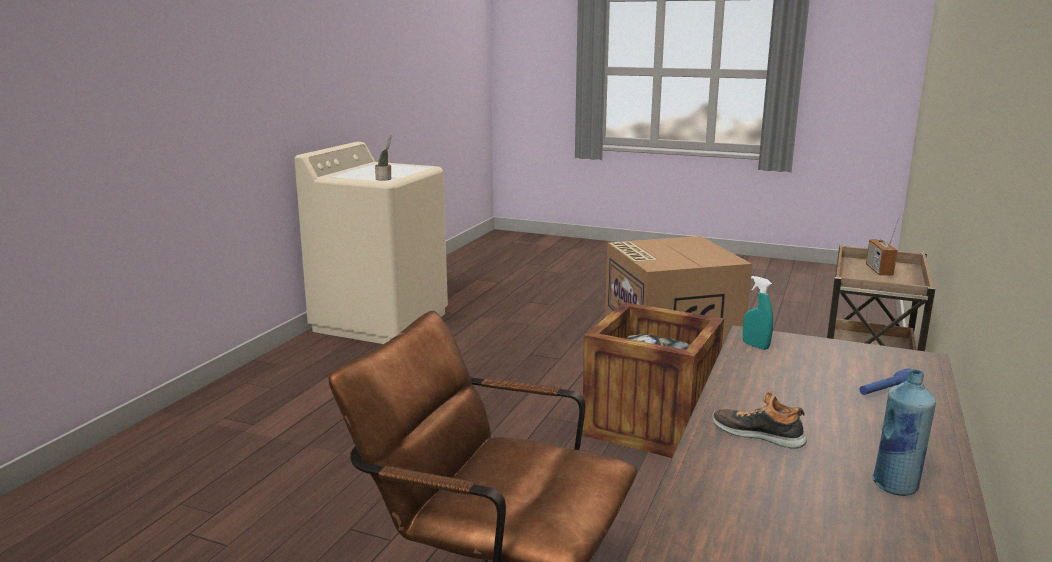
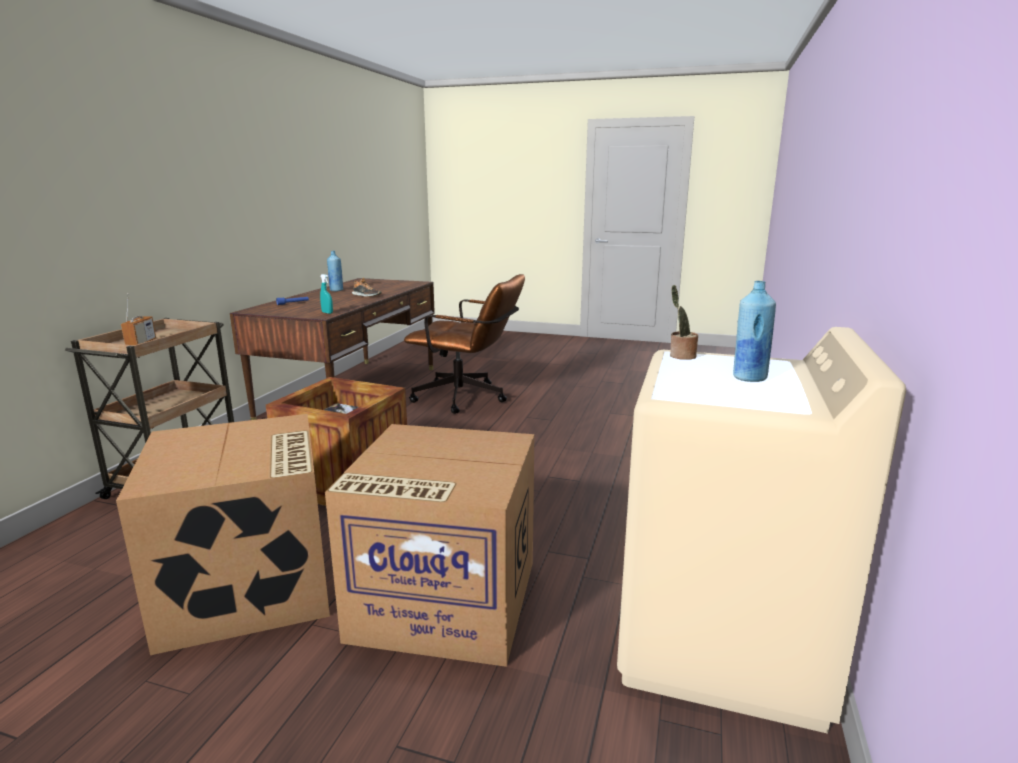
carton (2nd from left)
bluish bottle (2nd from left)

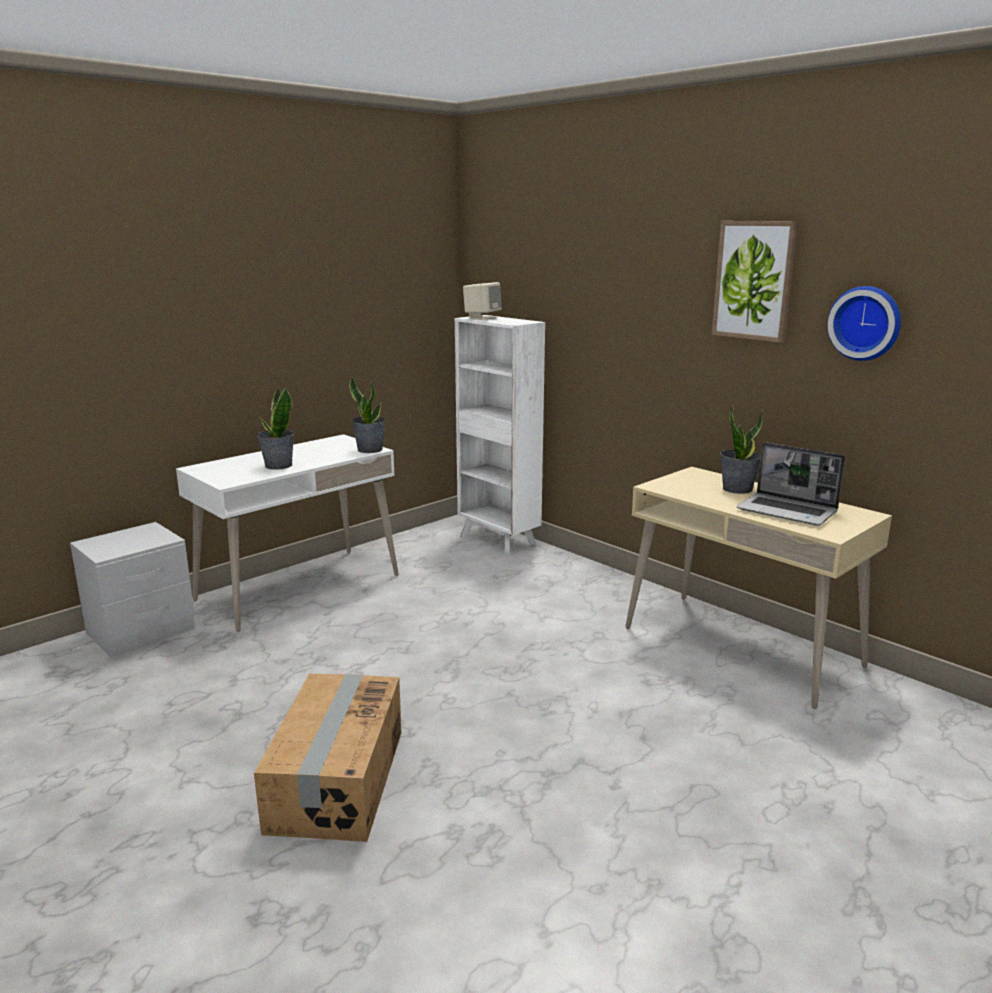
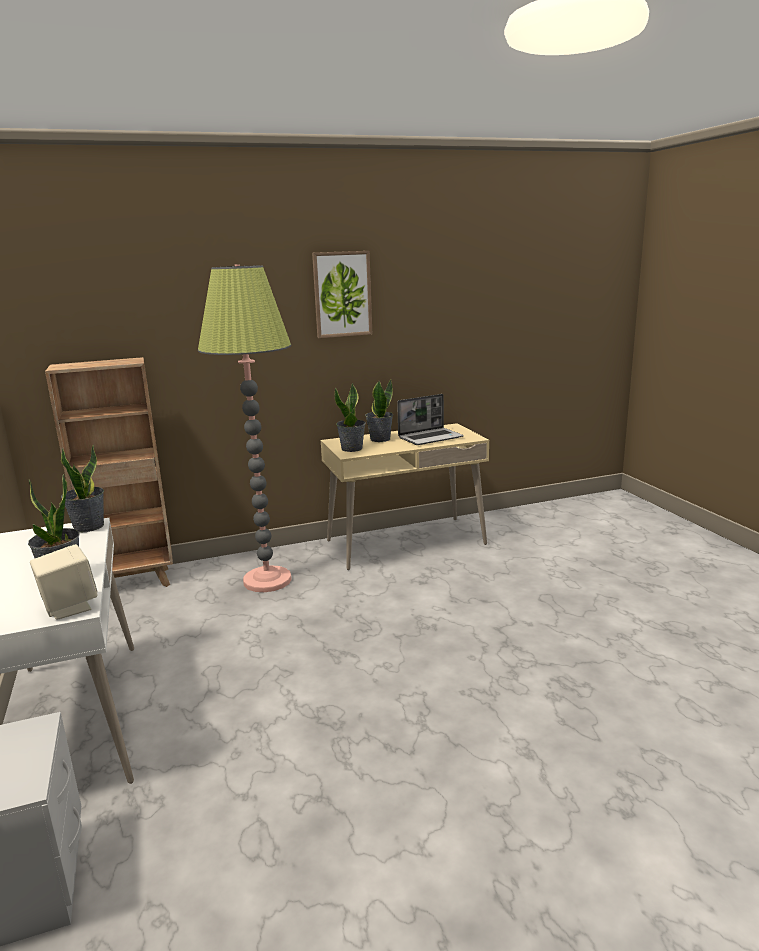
carton
hanging clock
floor lamp
plant in a pot (3rd from left)
sand-coloured audio speaker
brown bookshelf

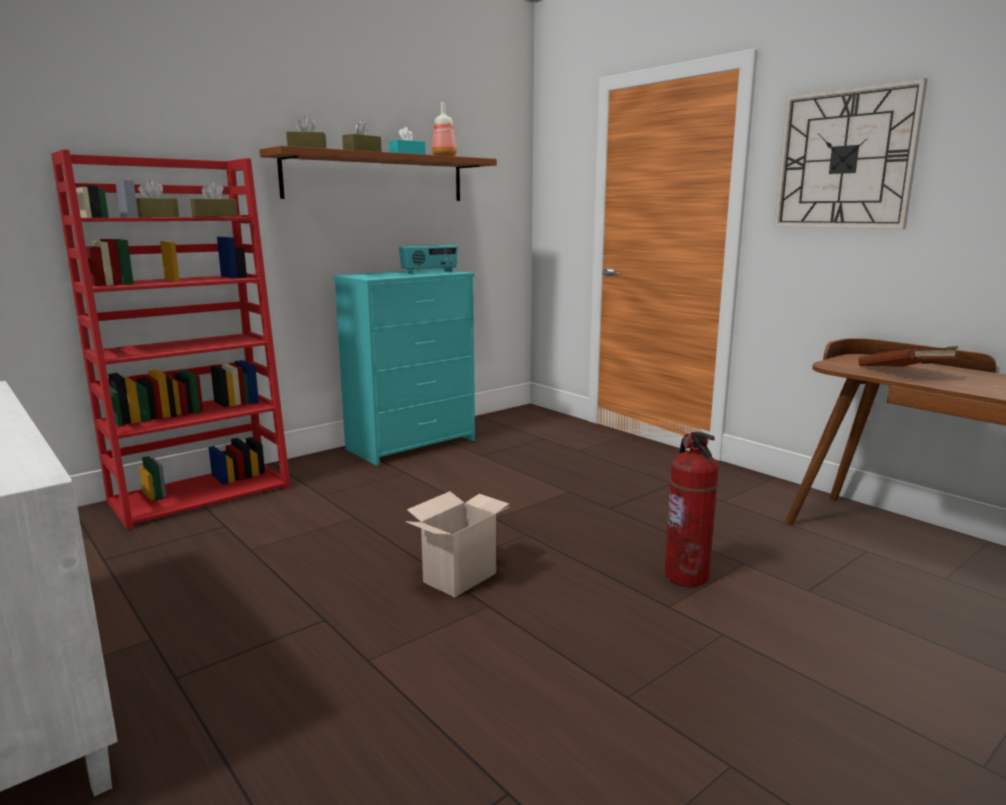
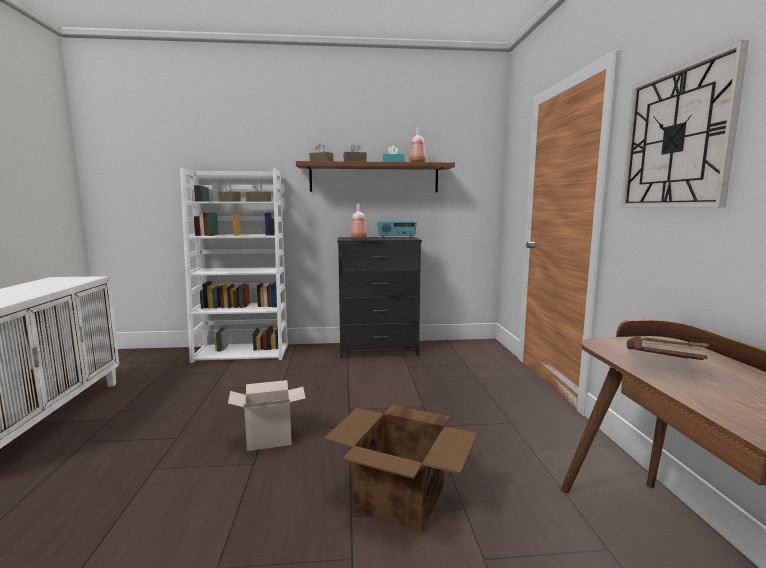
bottle (1st from left)
carton (2nd from left)
white-coloured bookshelf
black-coloured dresser

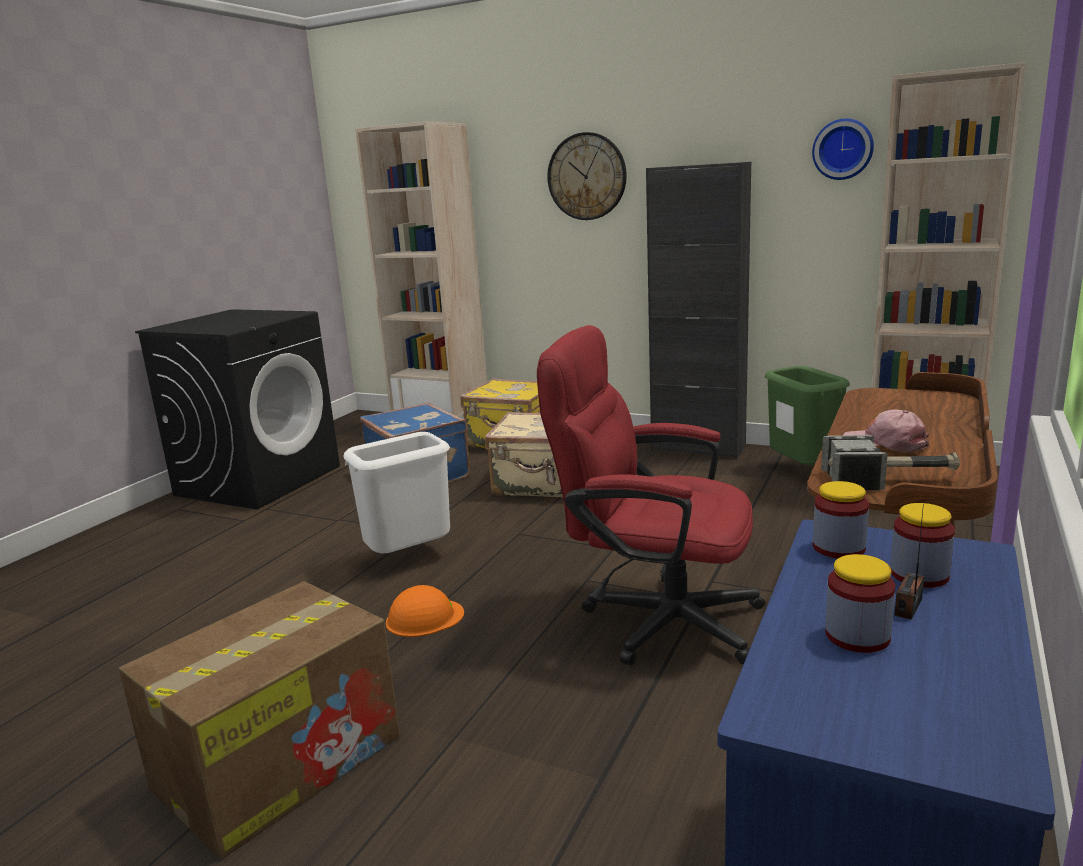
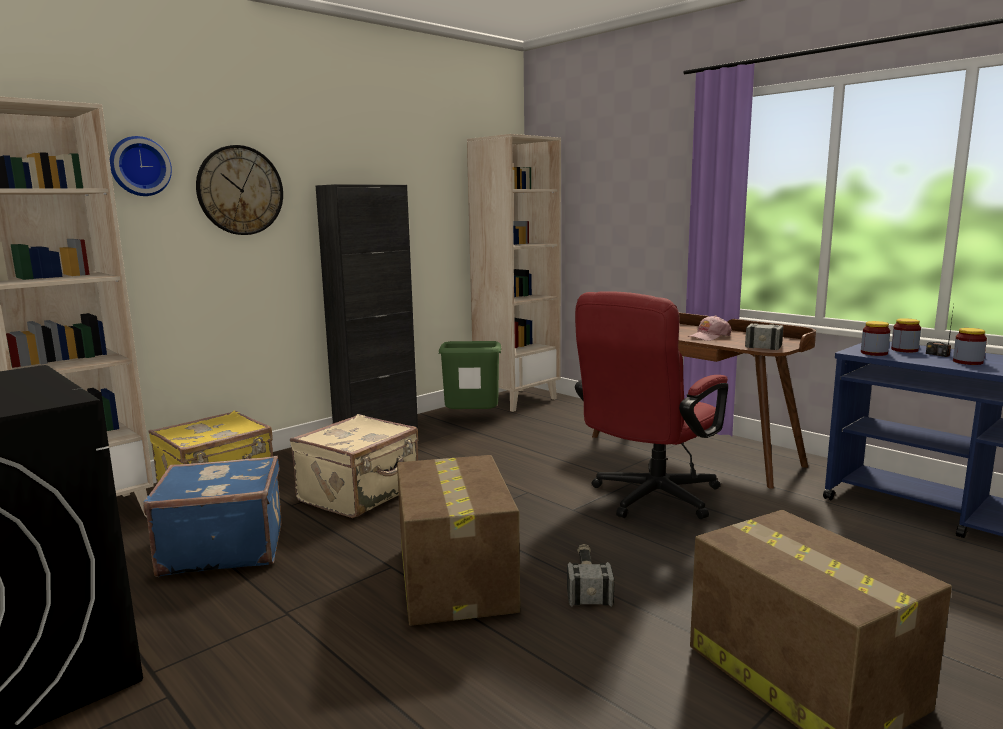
hanging clock (1st from left)
carton (1st from left)
hand hammer (1st from left)

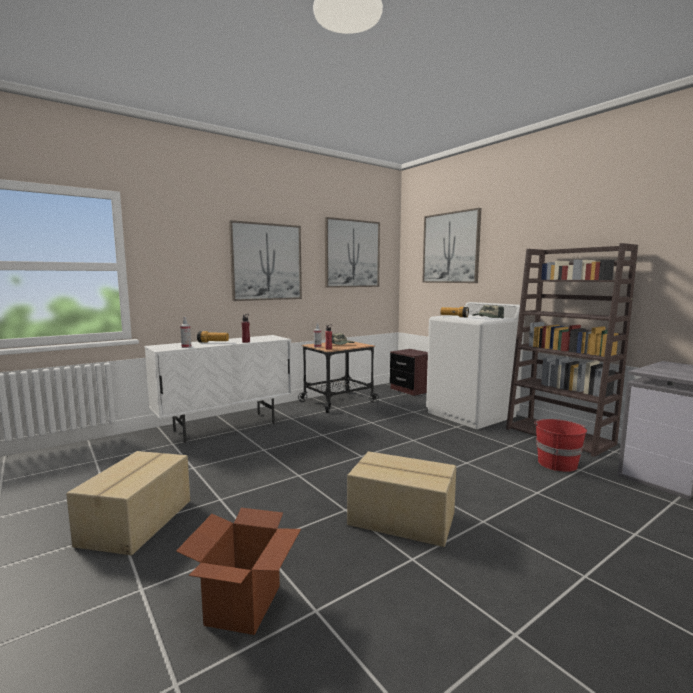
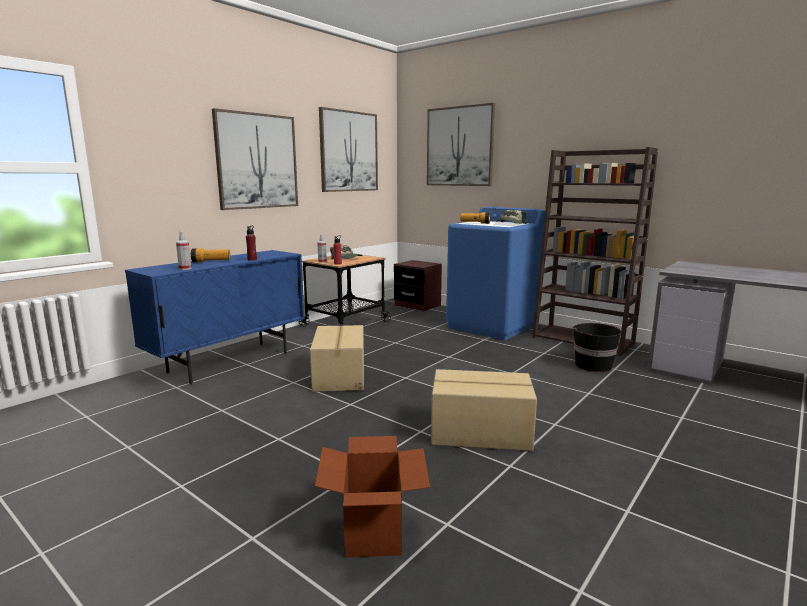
carton (1st from left)
bluish cabinet
bluish laundry appliance
black-coloured pail

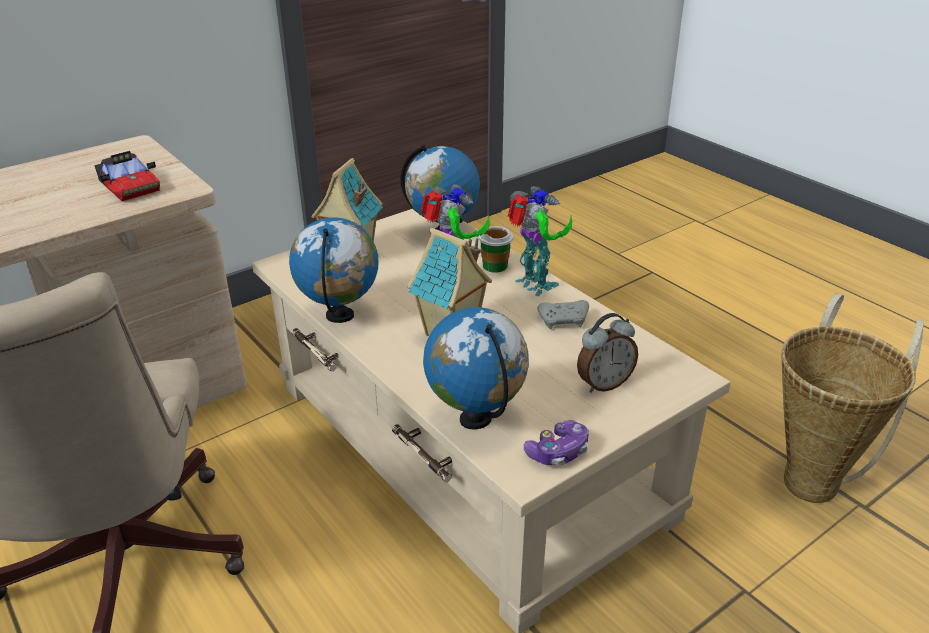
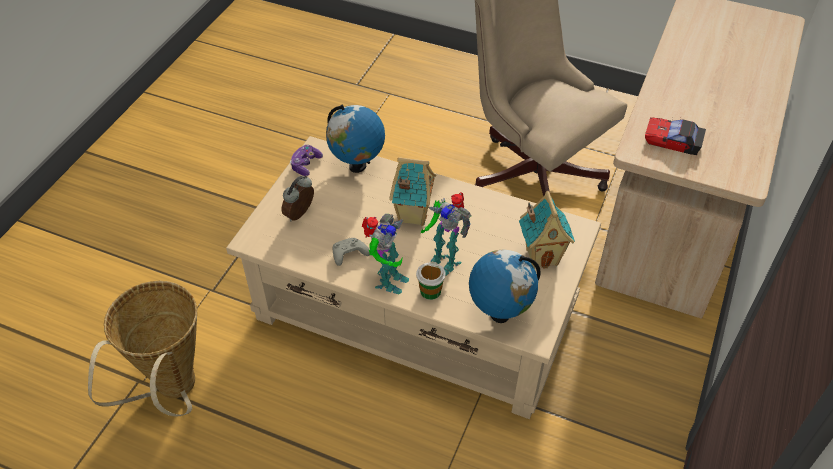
desk globe (1st from left in the first image)
robot figure (1st from left)

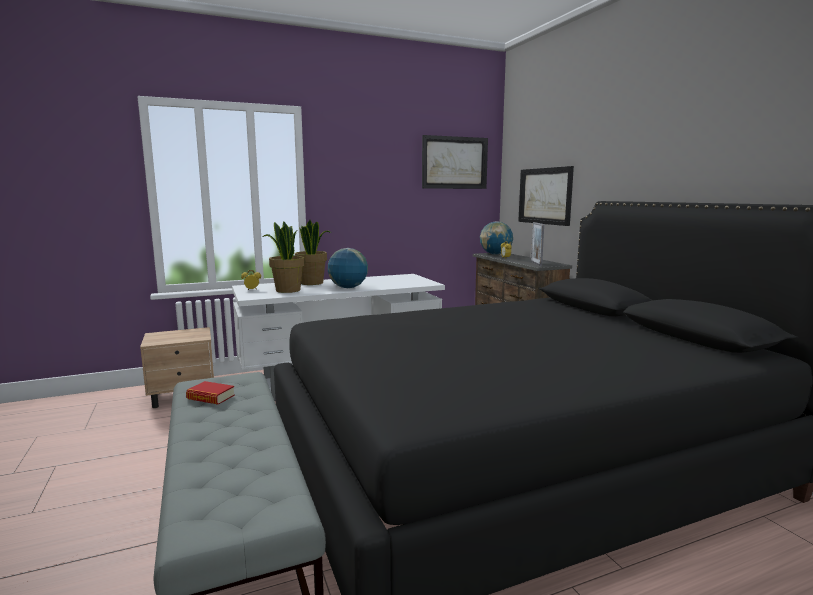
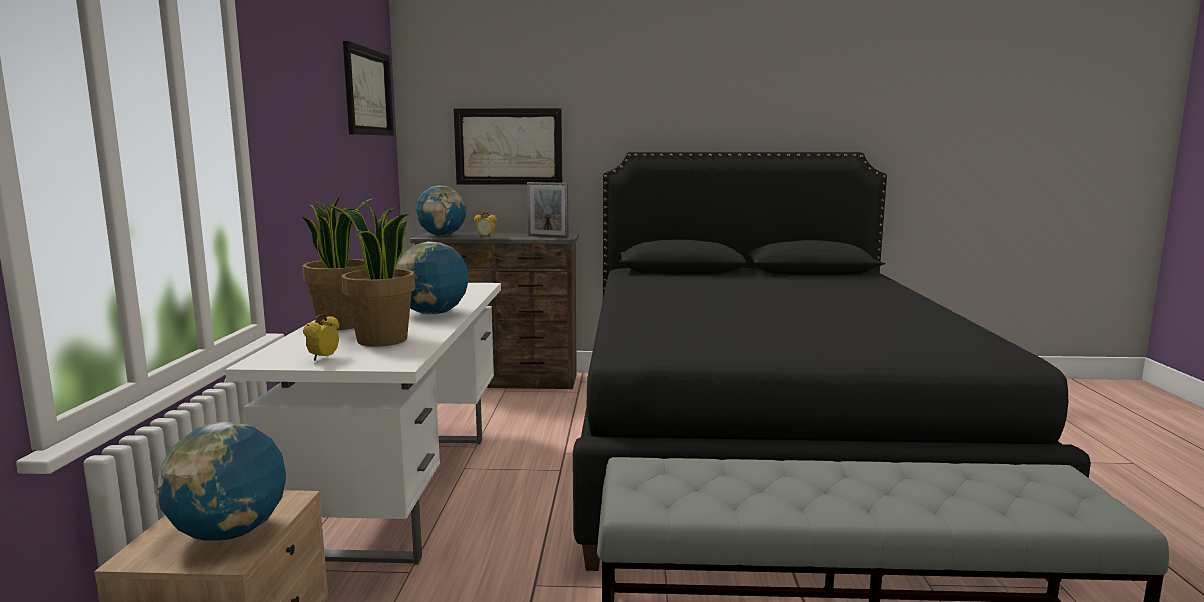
volume
desk globe (1st from left)

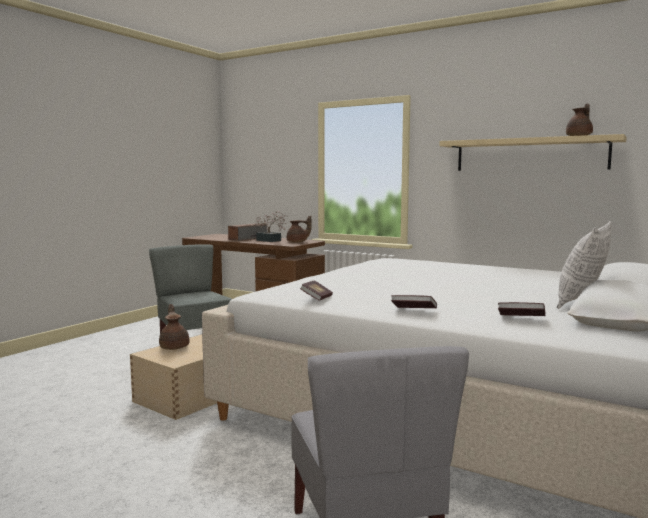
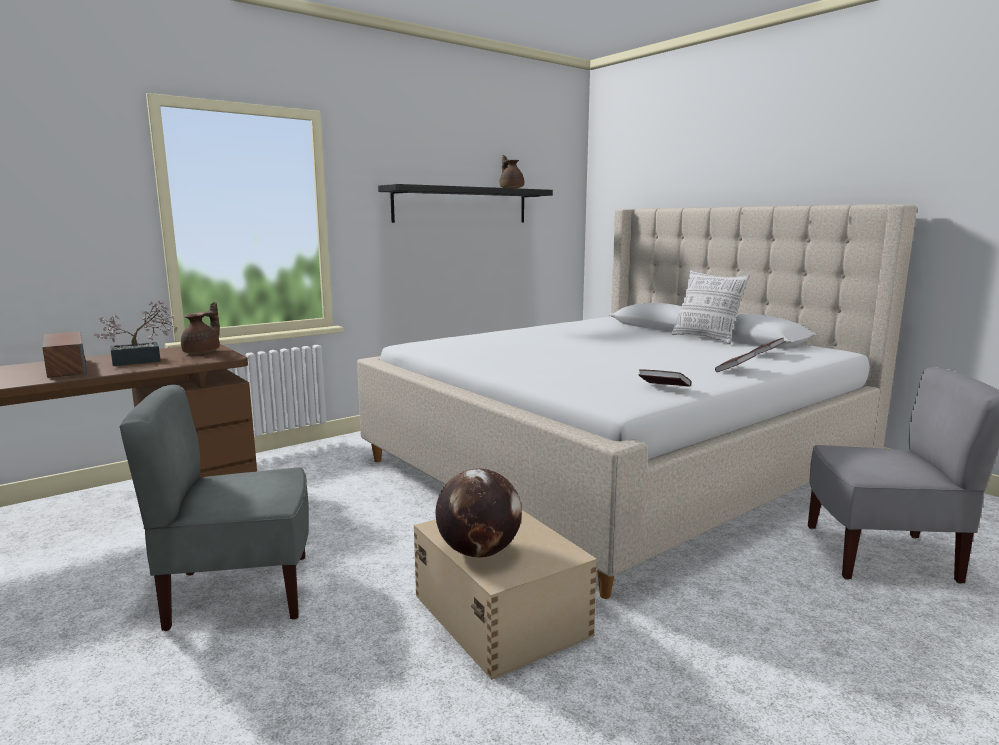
desk globe
black-coloured shelf

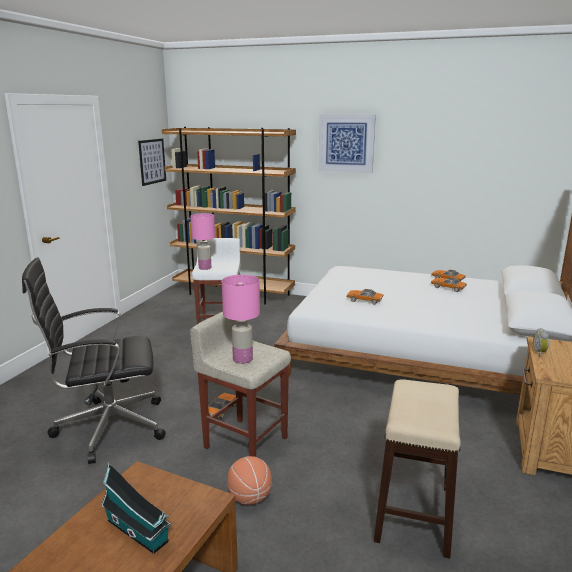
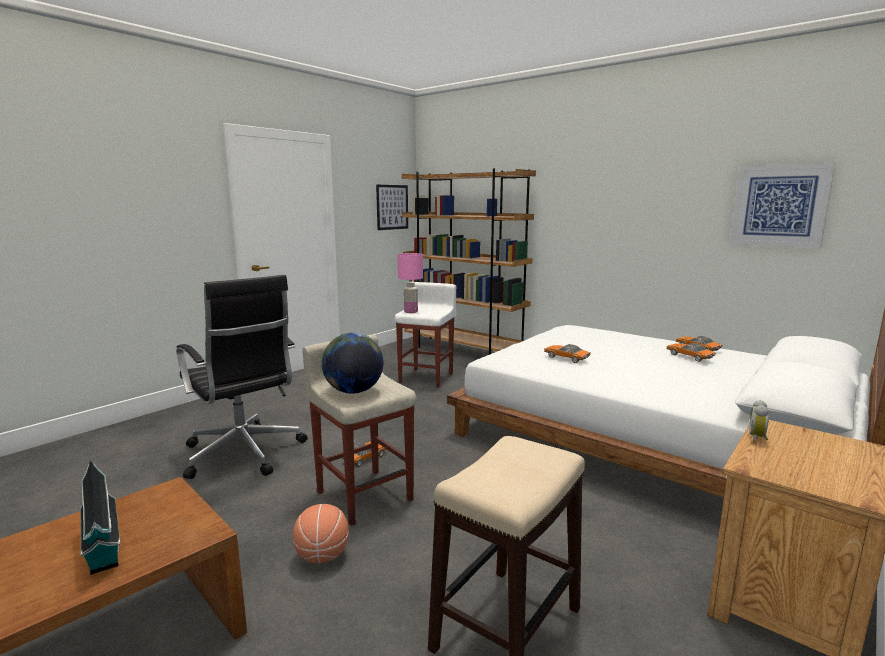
picture (2nd from left)
desk globe
black-coloured desk chair

